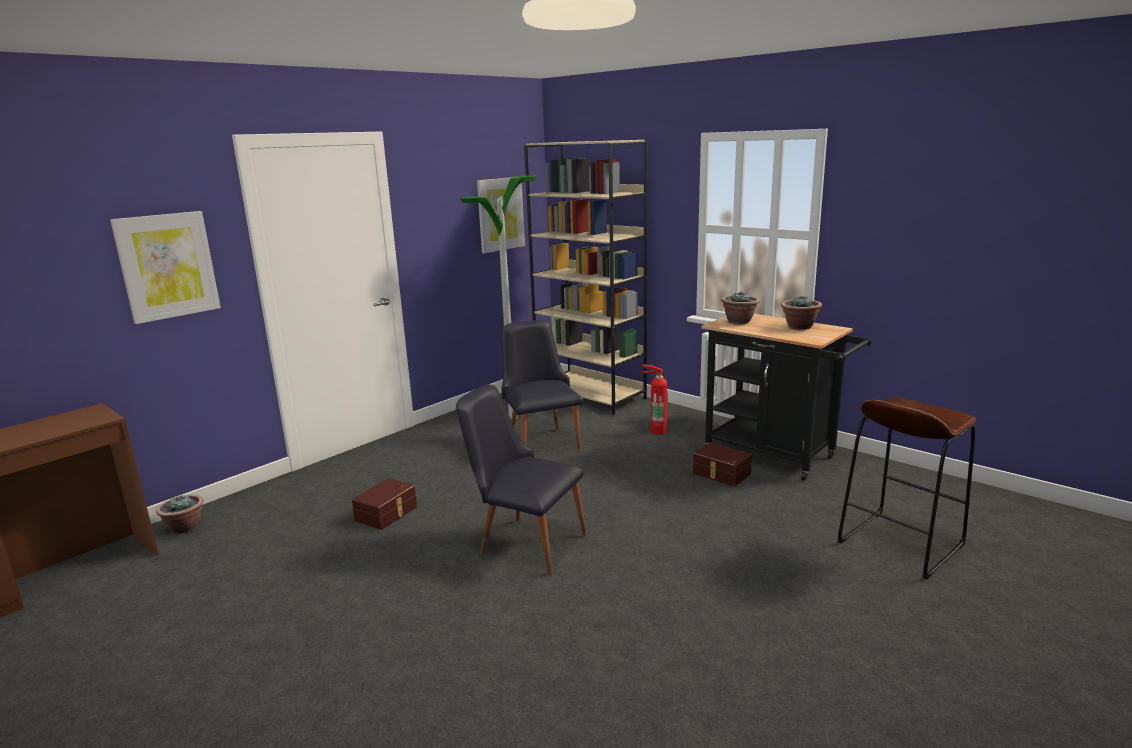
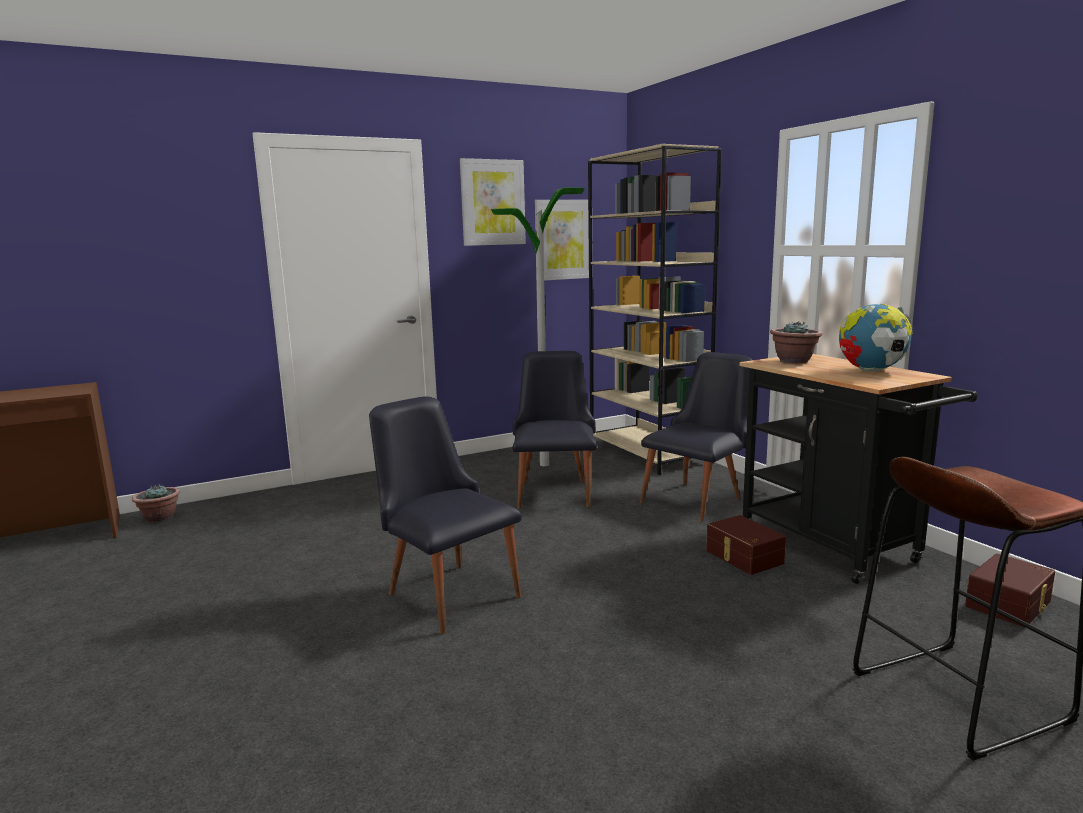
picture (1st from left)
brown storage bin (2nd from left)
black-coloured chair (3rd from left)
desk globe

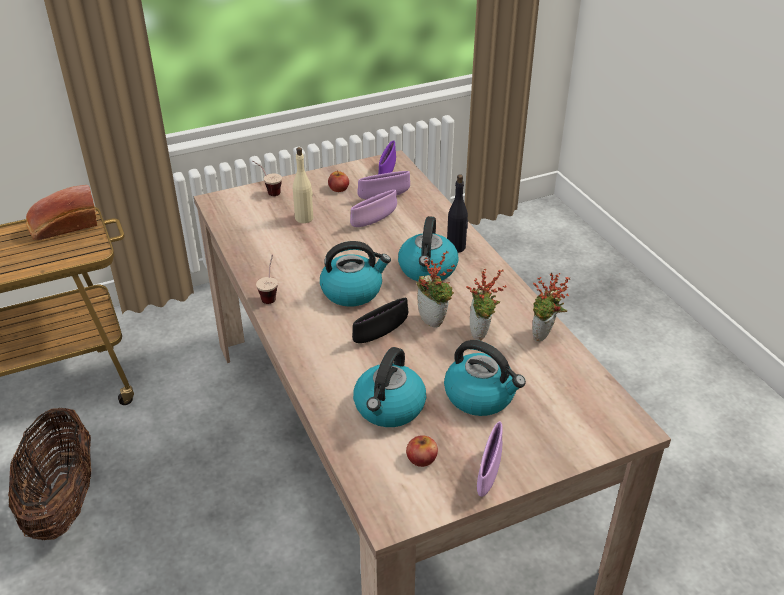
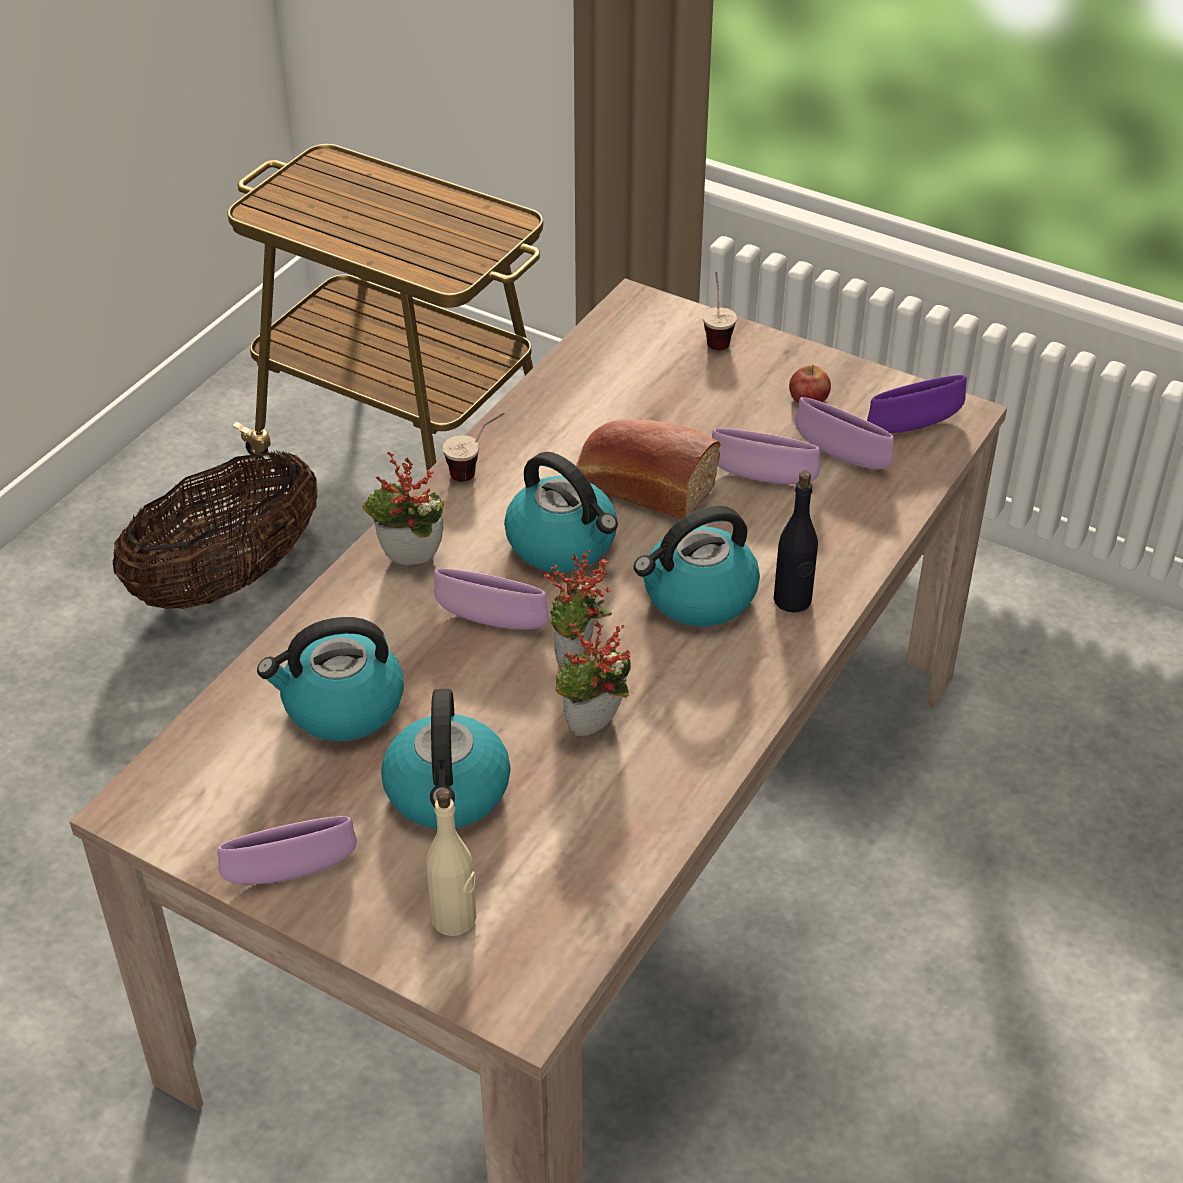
whole apple (2nd from left in the first image)
baked bread
sand-coloured bottle
plant in a pot (1st from left)
purple-coloured bowl (2nd from left)

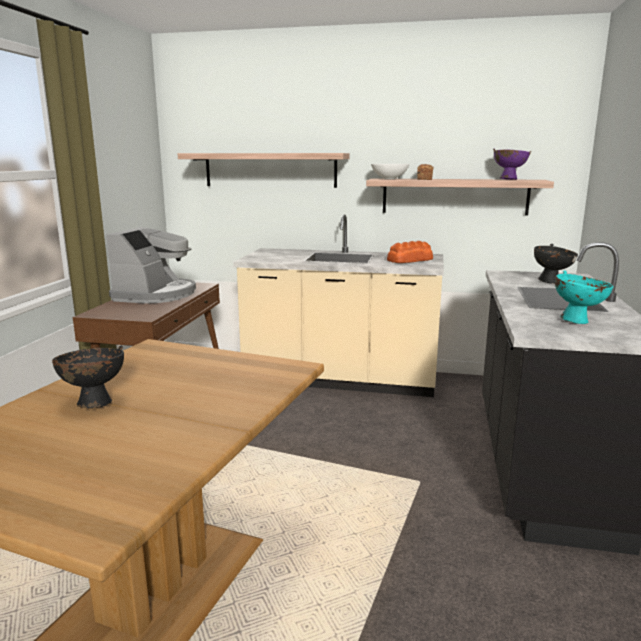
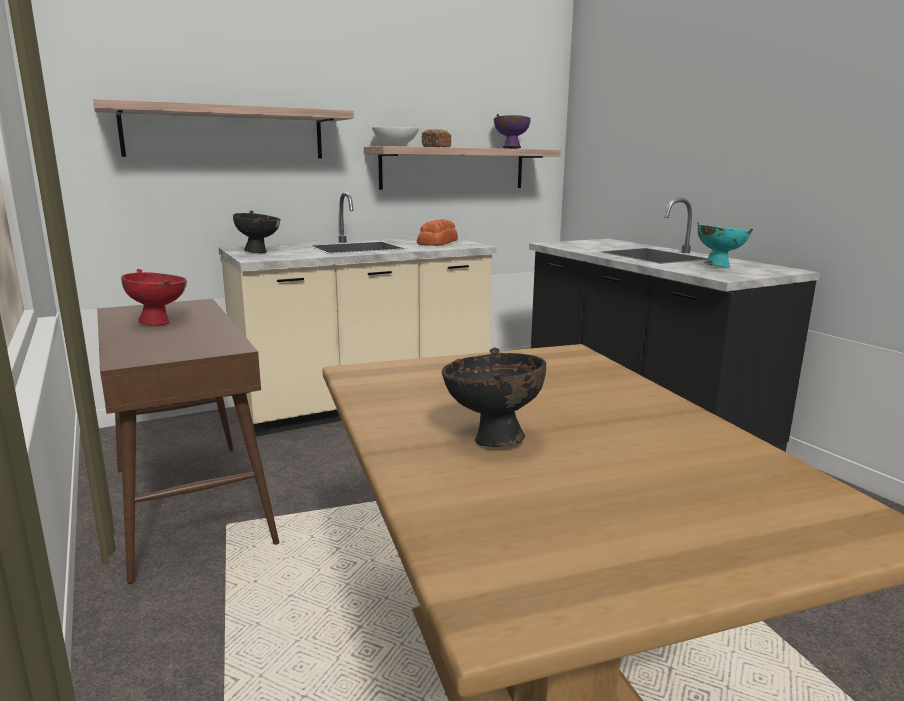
black-coloured bowl (1st from left)
red bowl

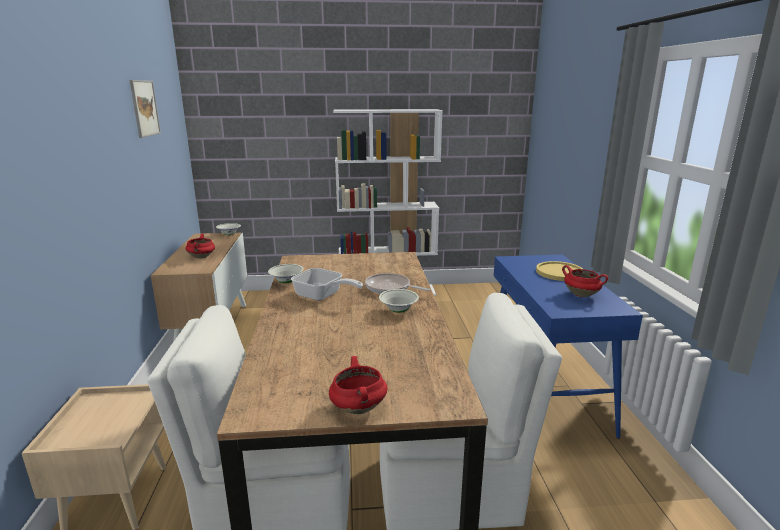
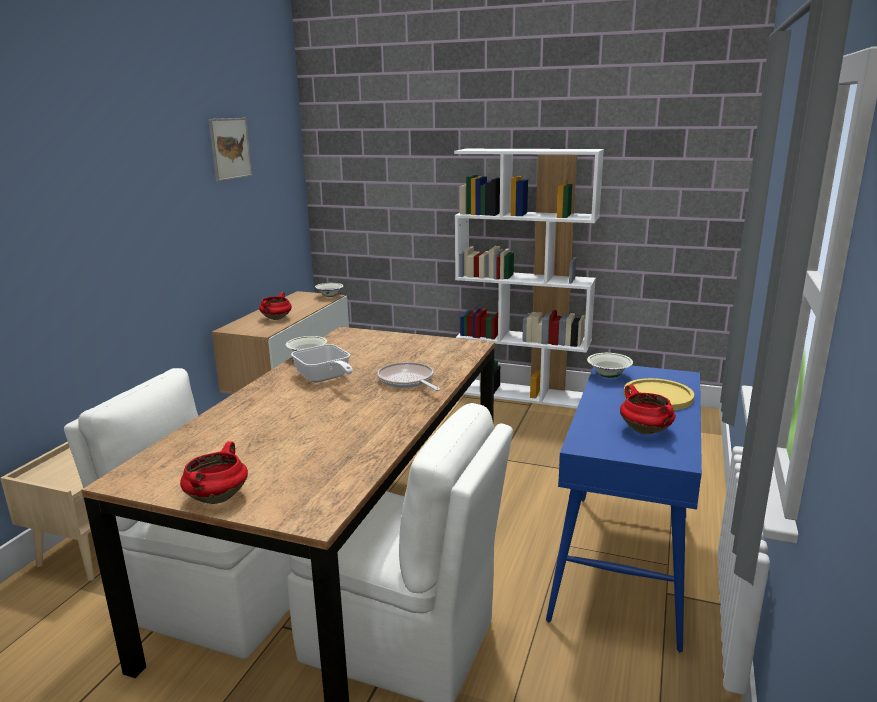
white-coloured bowl (3rd from left)

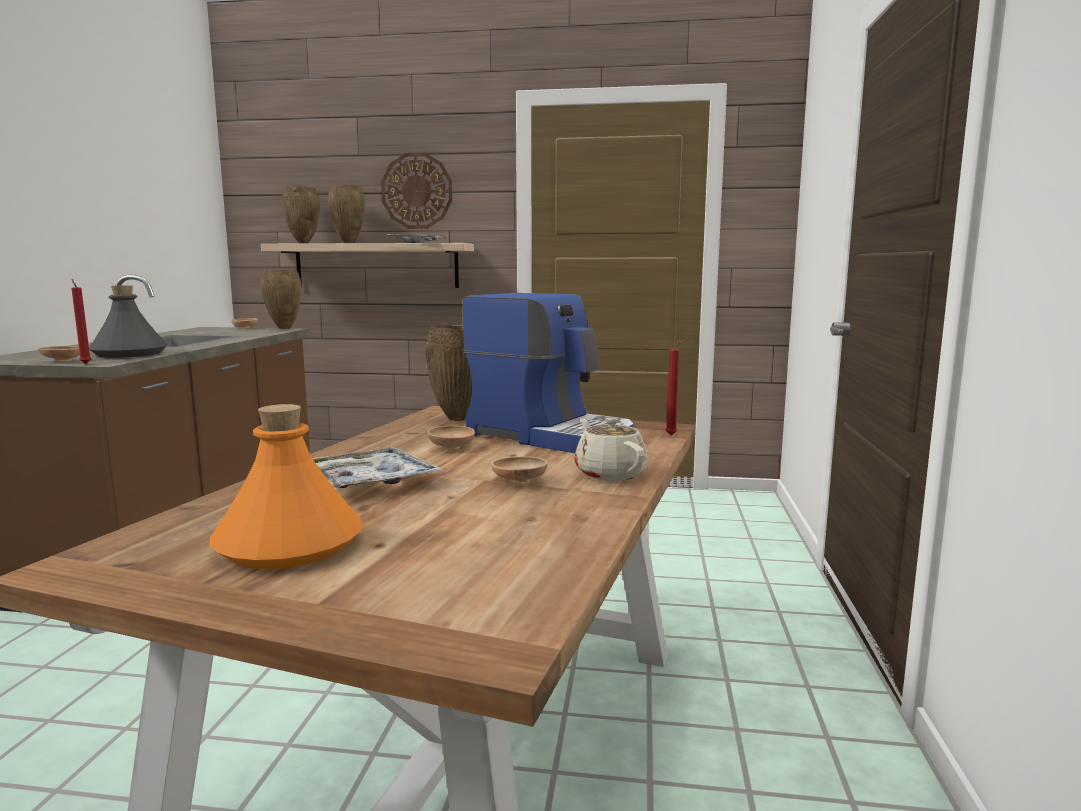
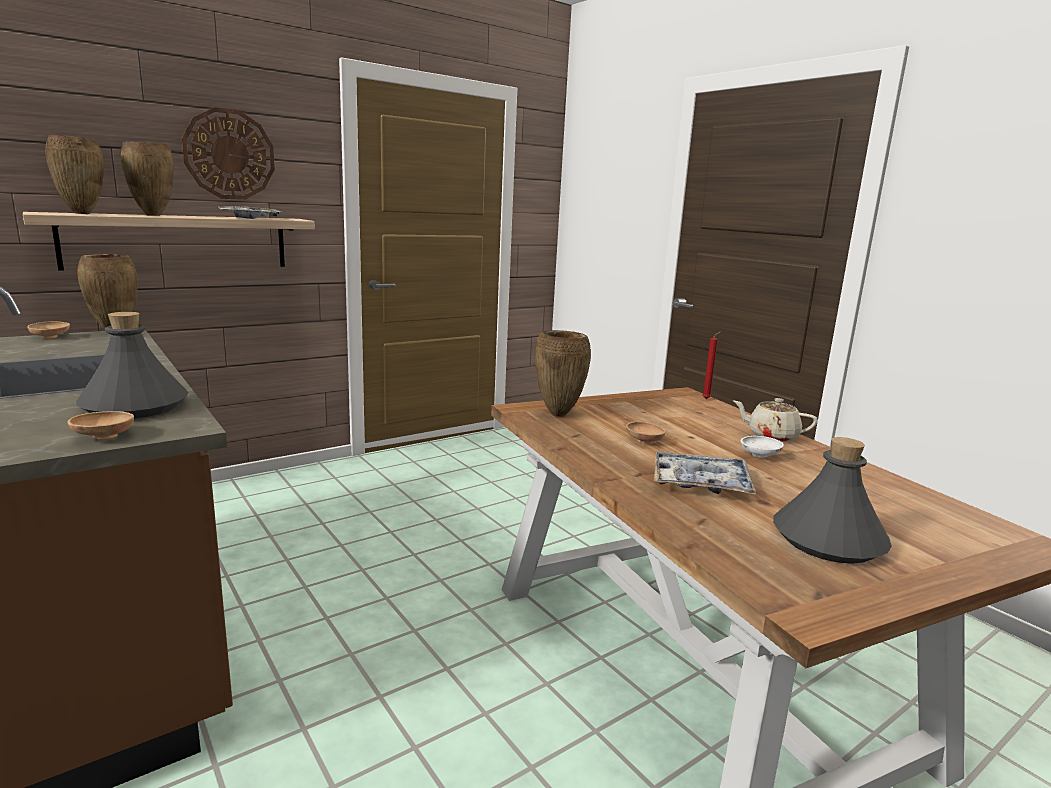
red wax light (1st from left in the first image)
coffee maker
grey bottle (2nd from left)
white-coloured bowl

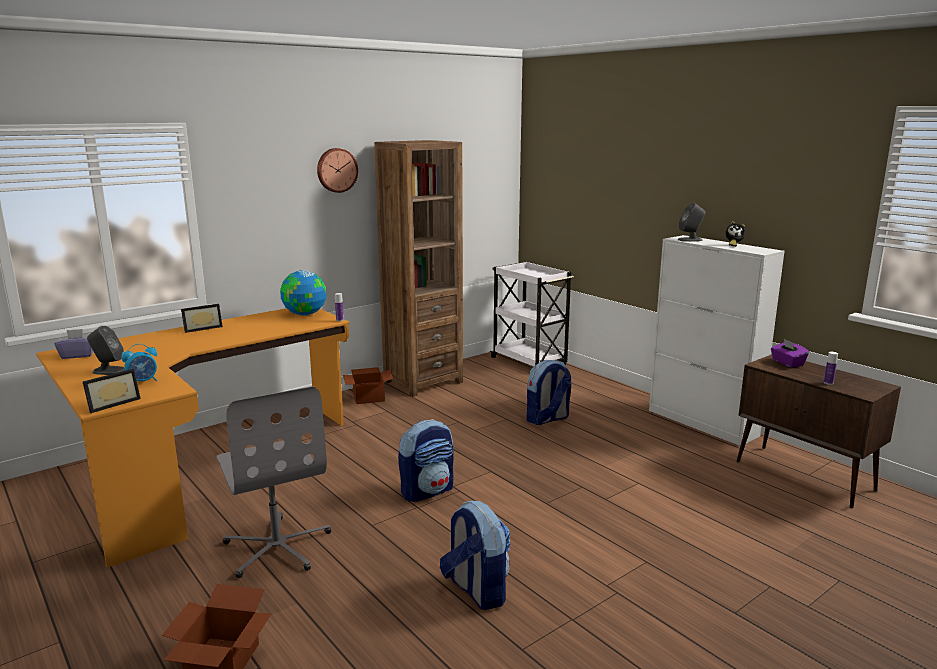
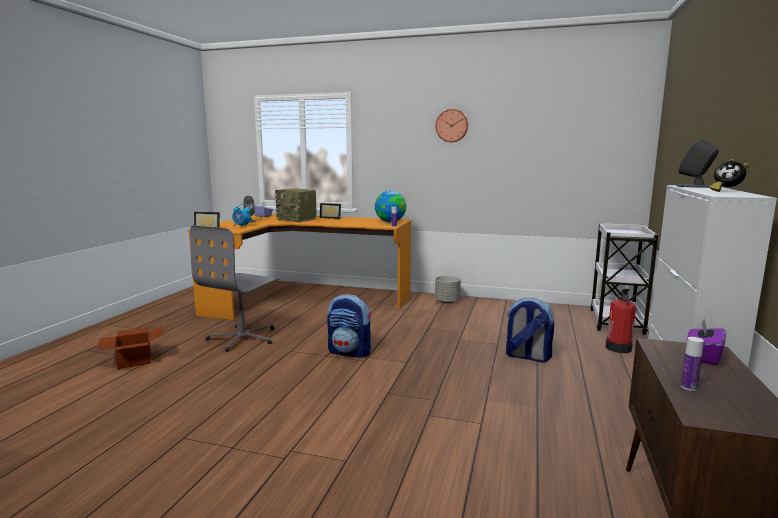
brown bookshelf
backpack (2nd from left in the first image)
radio set
fire-fighting cylinder
grey planter

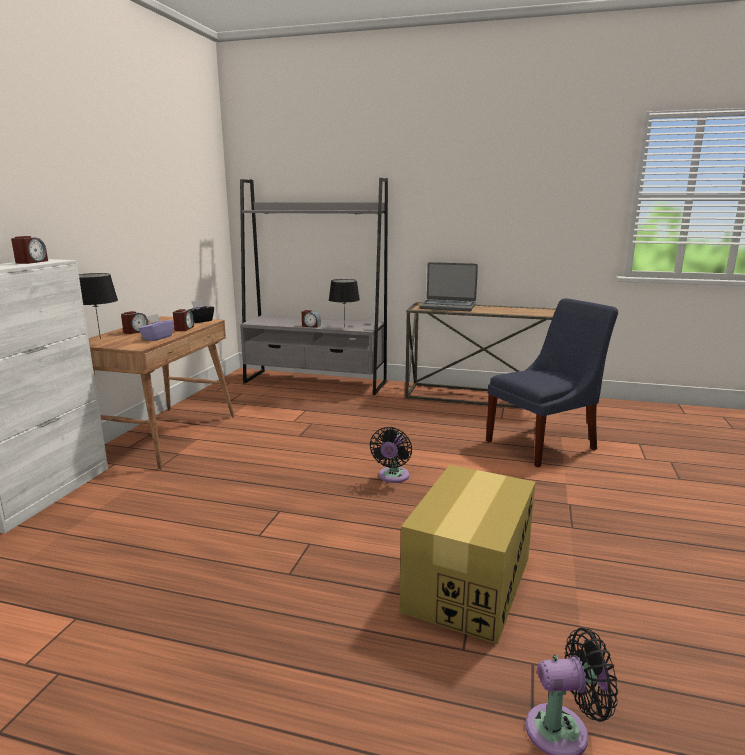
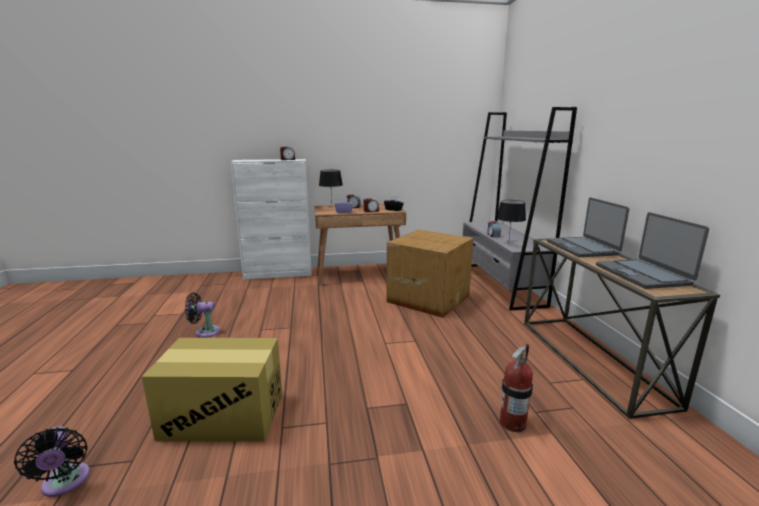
carton (2nd from left)
portable computer (2nd from left)
black-coloured fan (2nd from left)
fire-fighting cylinder

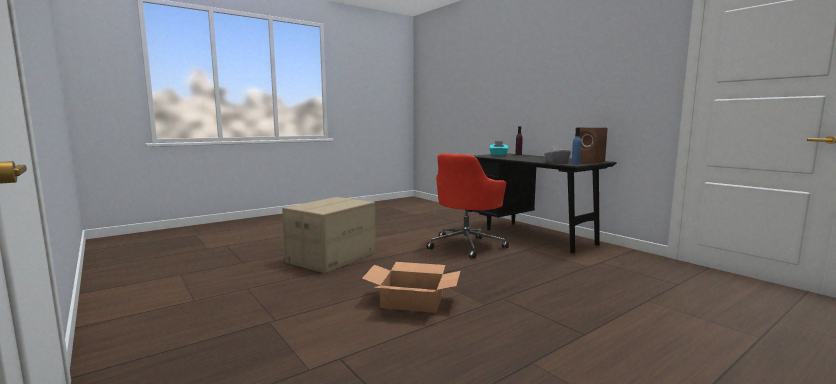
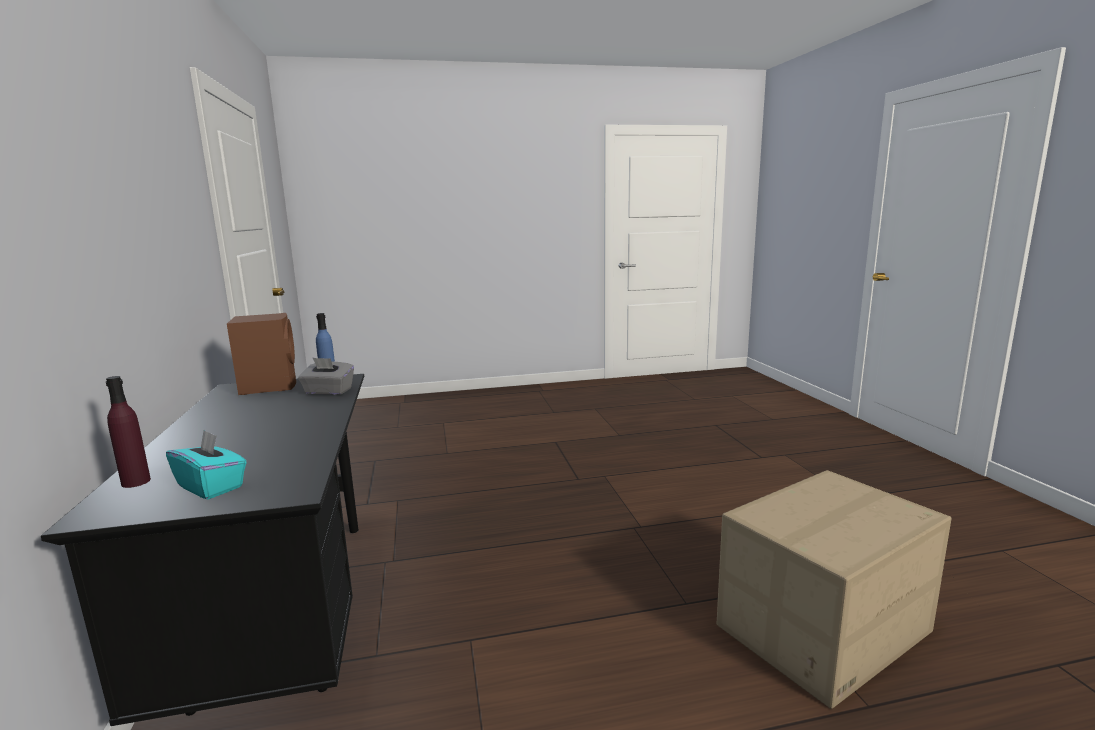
carton (2nd from left in the first image)
red desk chair

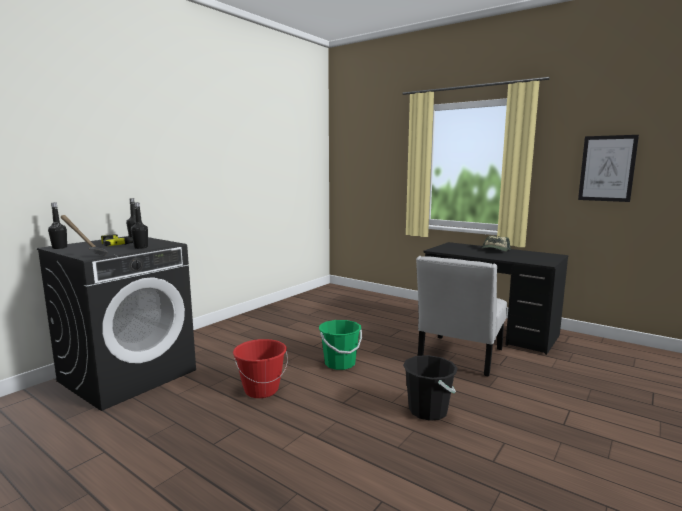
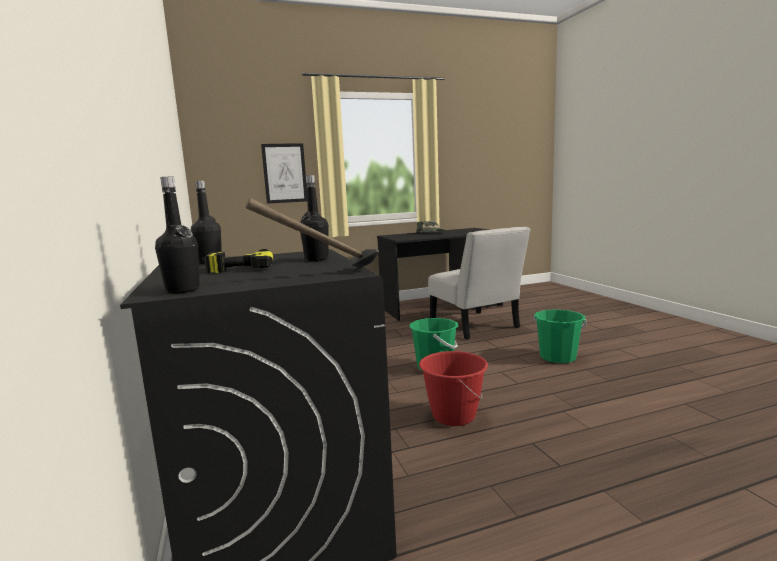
picture
green pail (2nd from left)

